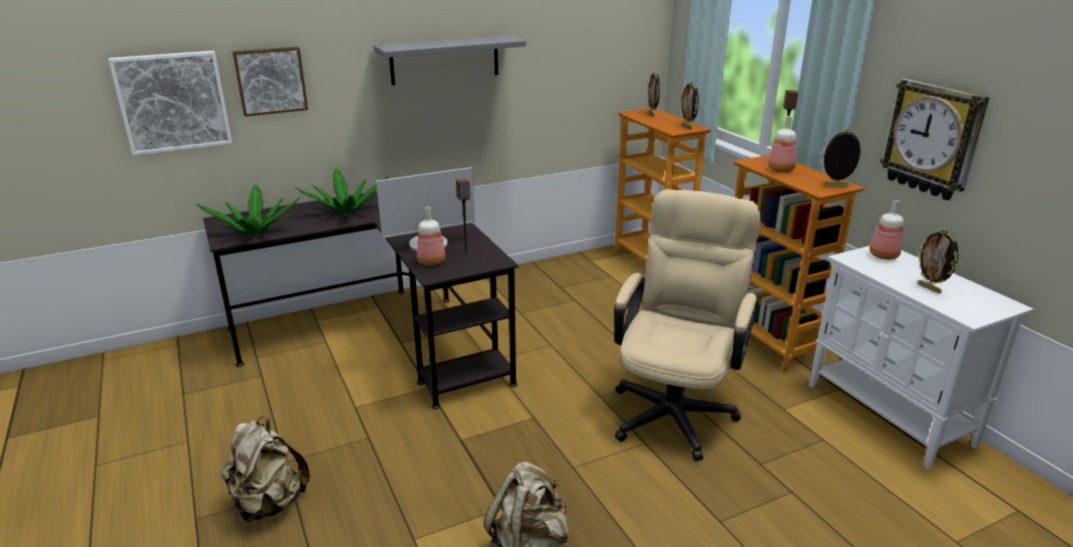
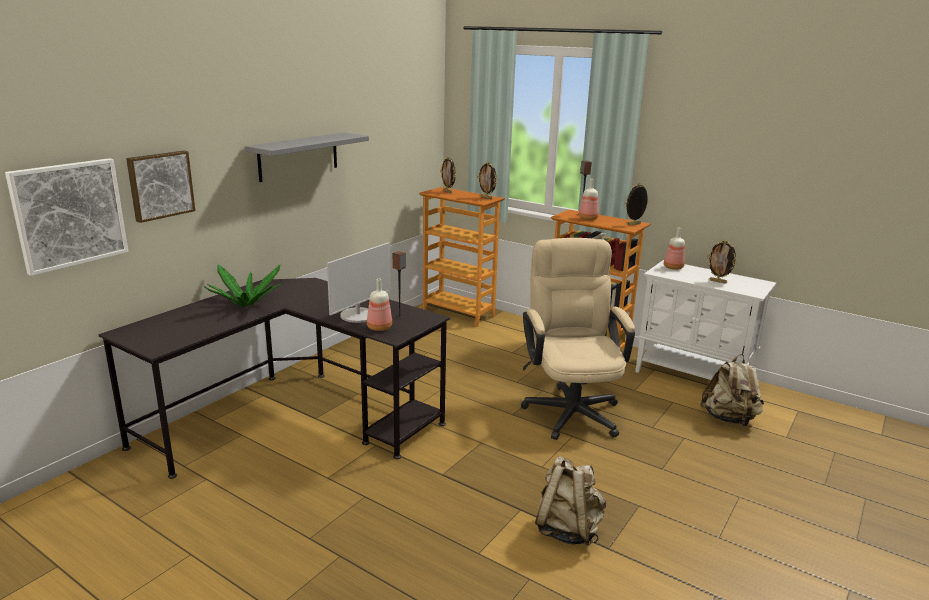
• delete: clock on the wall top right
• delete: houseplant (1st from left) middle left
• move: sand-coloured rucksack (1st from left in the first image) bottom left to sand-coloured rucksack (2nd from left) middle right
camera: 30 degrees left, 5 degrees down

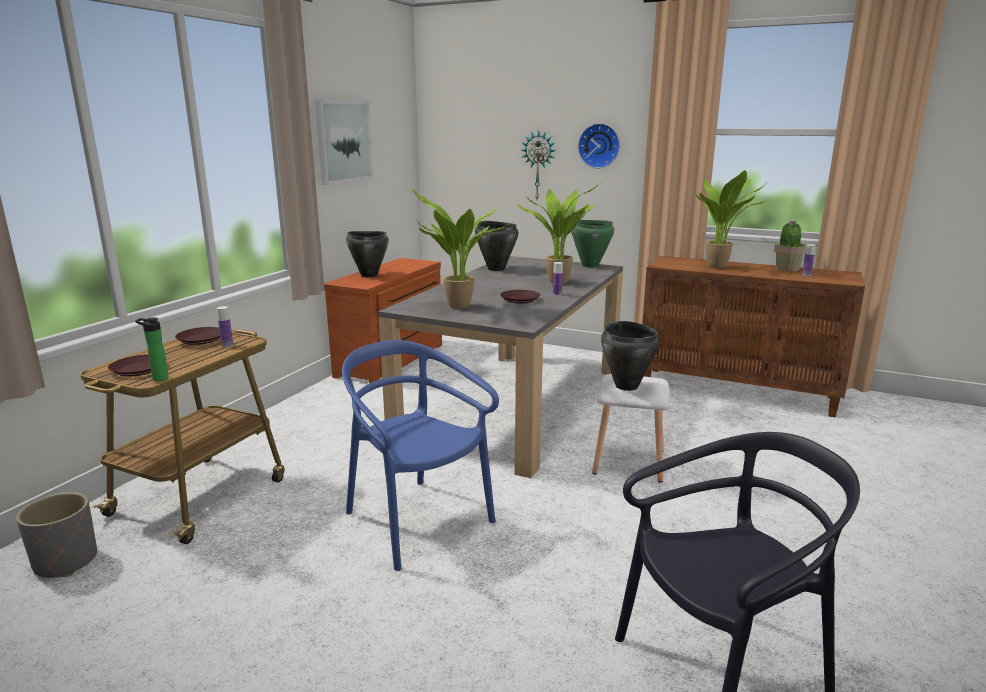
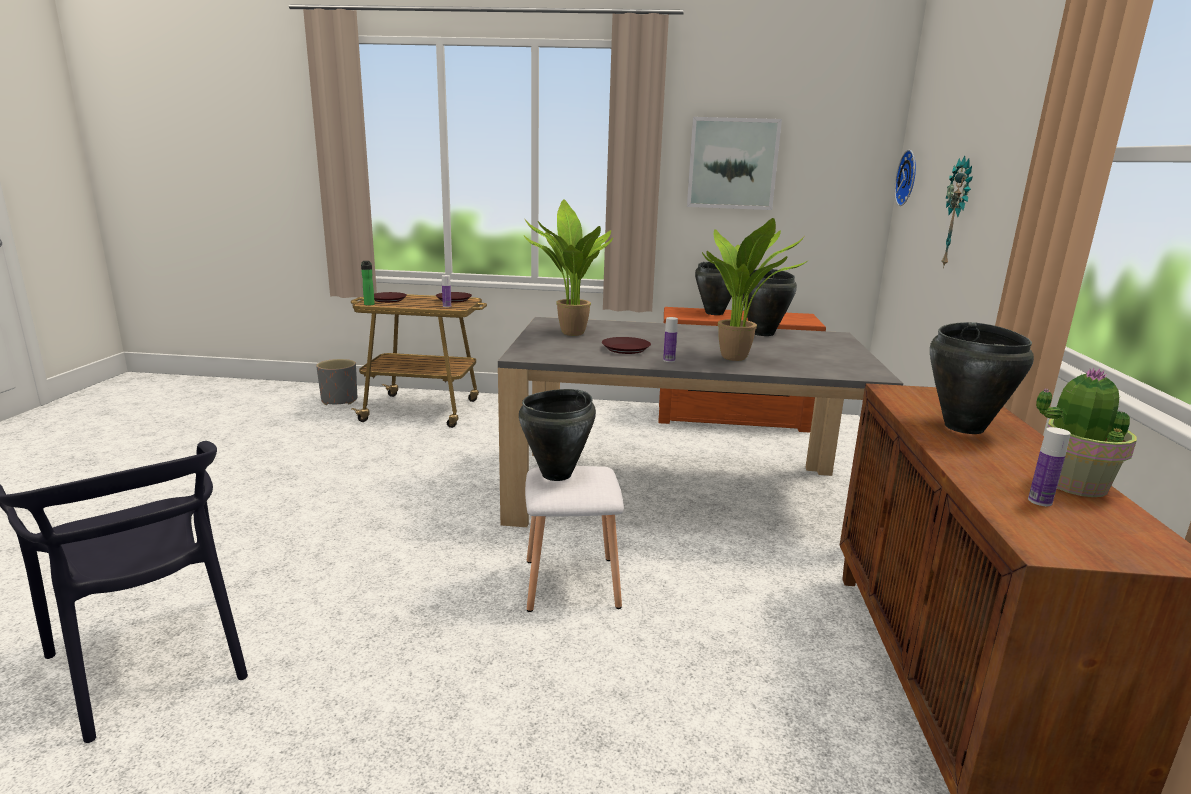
• move: clock on the wall (2nd from left in the first image) top centre to clock on the wall (1st from left) top right
• replace: houseplant (3rd from left) top right to black saucepot (4th from left) middle right
• delete: greenish saucepot centre
• delete: blue-coloured upright chair centre
camera: 70 degrees right, 0 degrees up

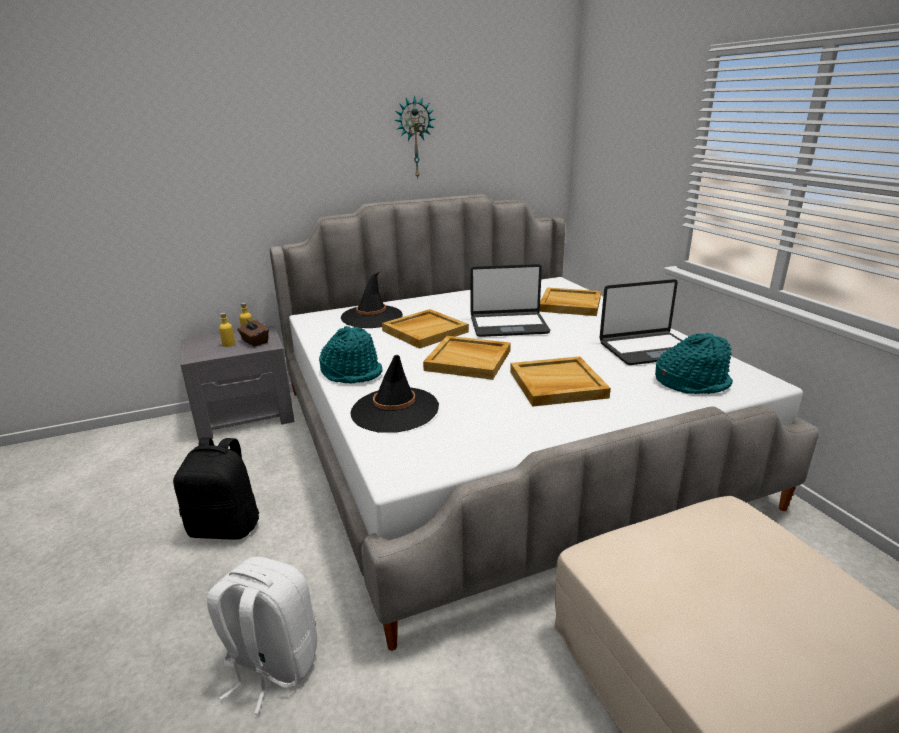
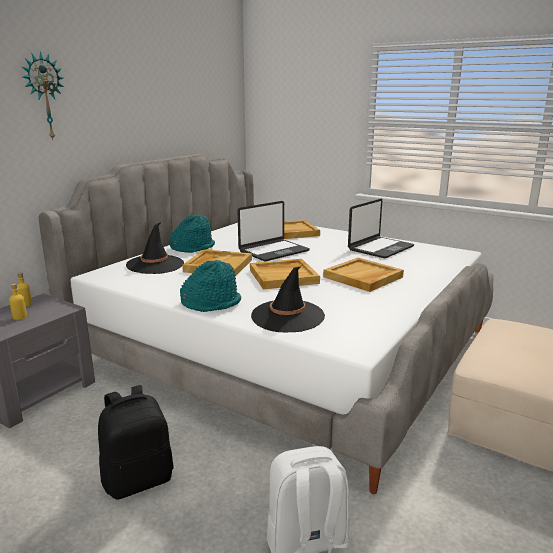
• move: clock on the wall top centre to top left
• delete: brown box of tissues middle left
• move: blue-green wearable hat (2nd from left in the first image) middle right to blue-green wearable hat (1st from left) centre
camera: 35 degrees left, 5 degrees down

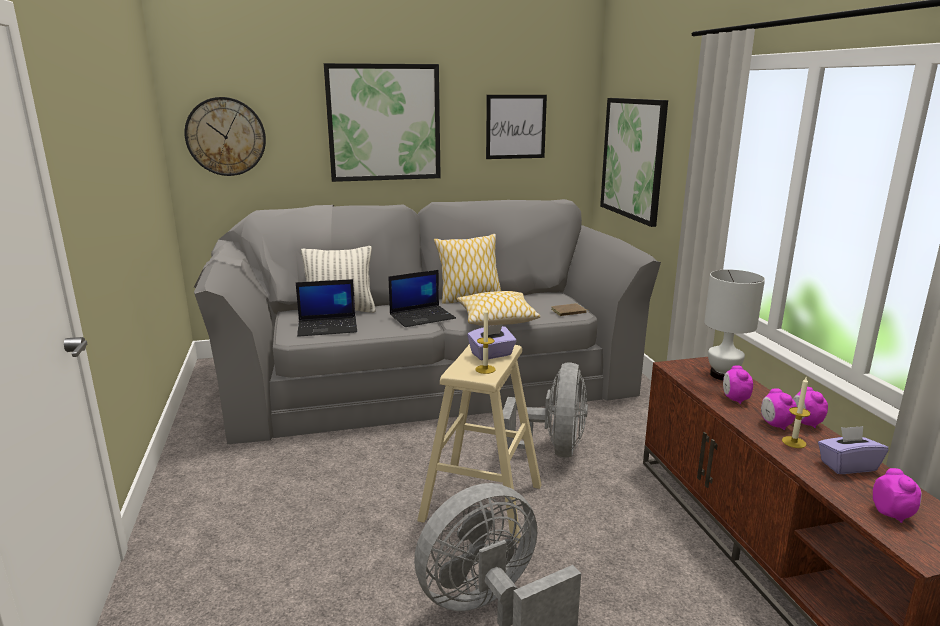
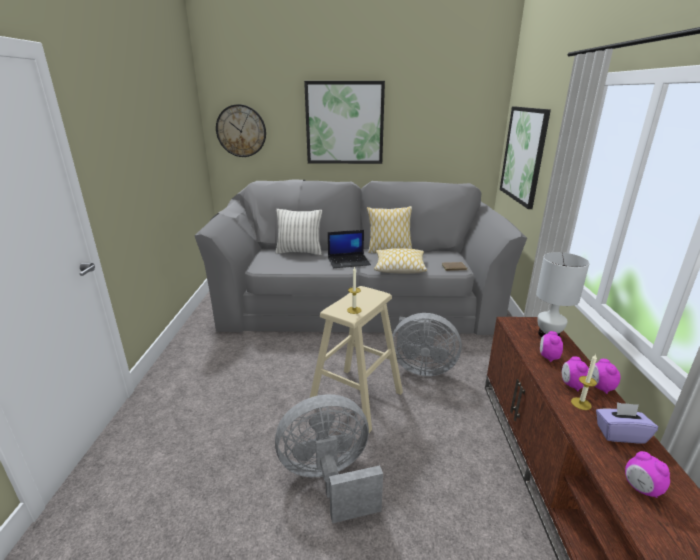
• delete: wall art (2nd from left) top centre
• delete: notebook computer (1st from left) centre
• delete: purple box of tissues (1st from left) centre
• rotate: greyish fan (2nd from left) centre = centre 75 degrees clockwise
• rotate: bedside clock (4th from left) bottom right = bottom right 135 degrees clockwise
camera: 15 degrees right, 5 degrees up

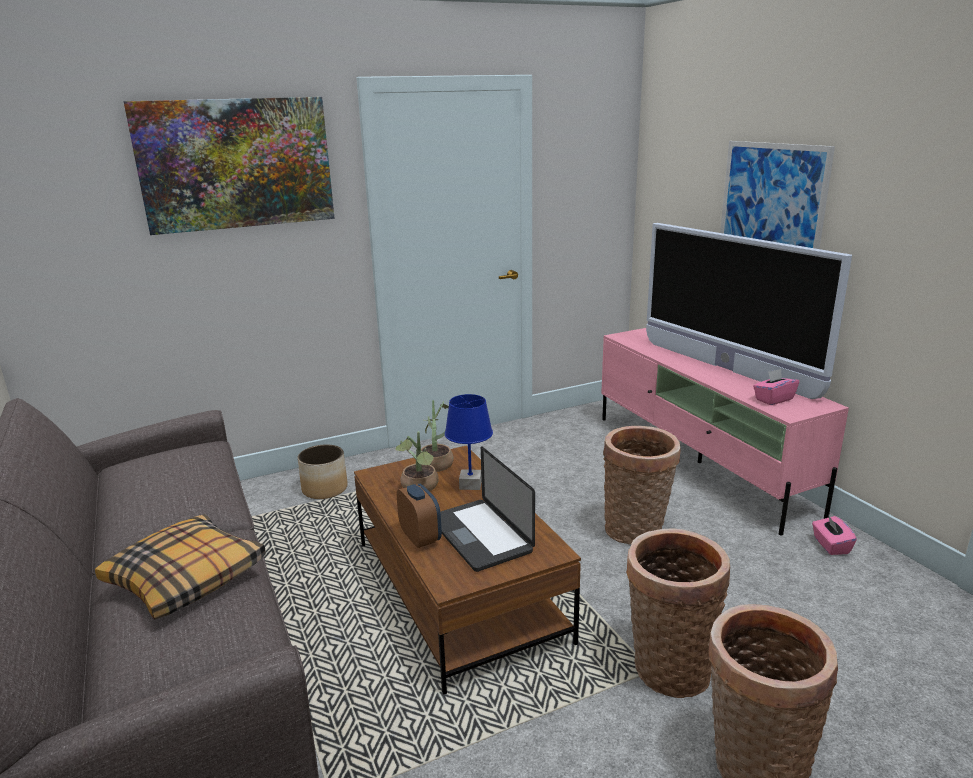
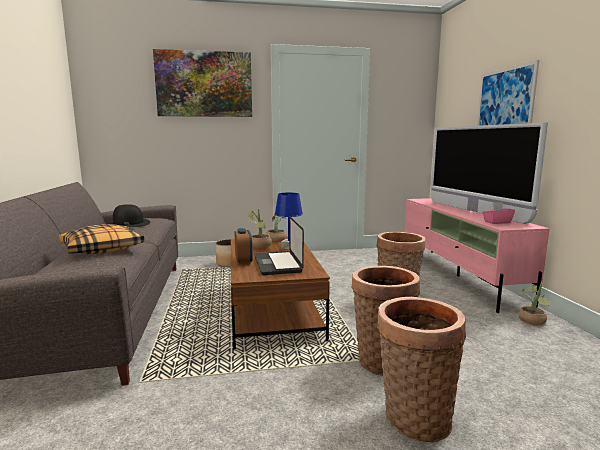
• replace: pinkish box of tissues (2nd from left) bottom right to houseplant (3rd from left) bottom right
• insert: black wearable hat middle left
camera: 15 degrees right, 10 degrees down

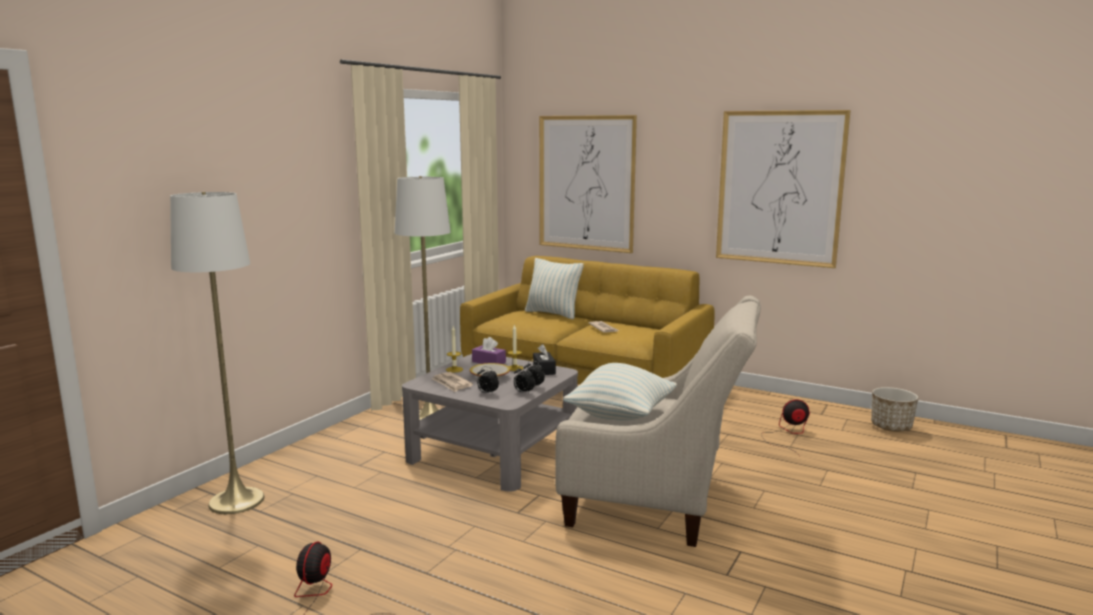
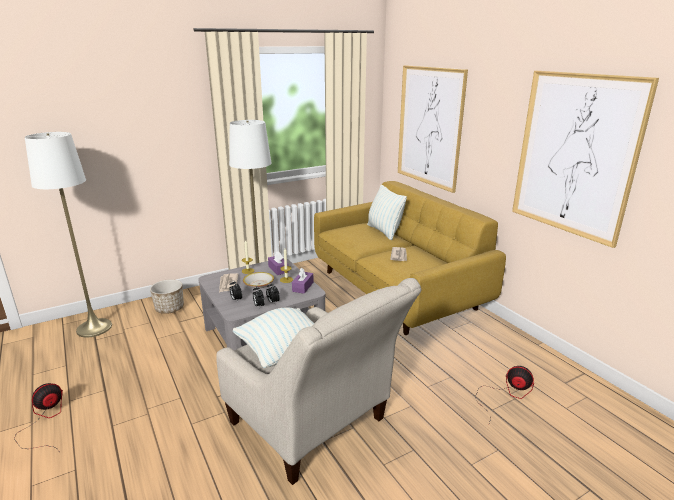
• recolor: black box of tissues centre to purple box of tissues (2nd from left) centre
• move: flower pot middle right to middle left
camera: 30 degrees right, 10 degrees up

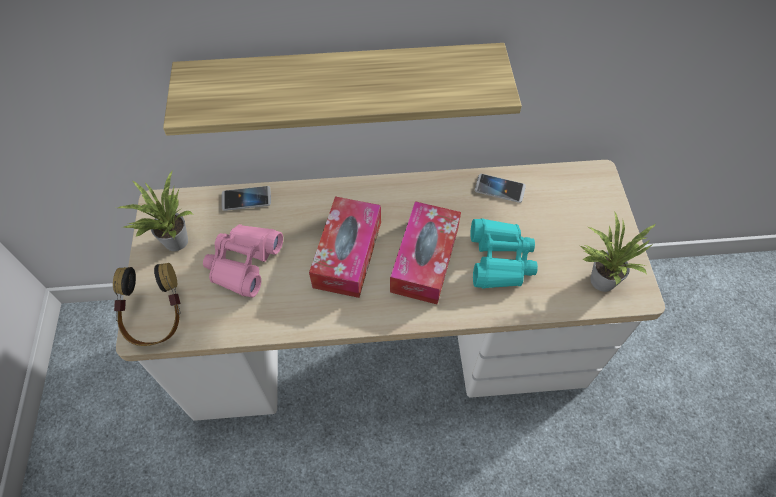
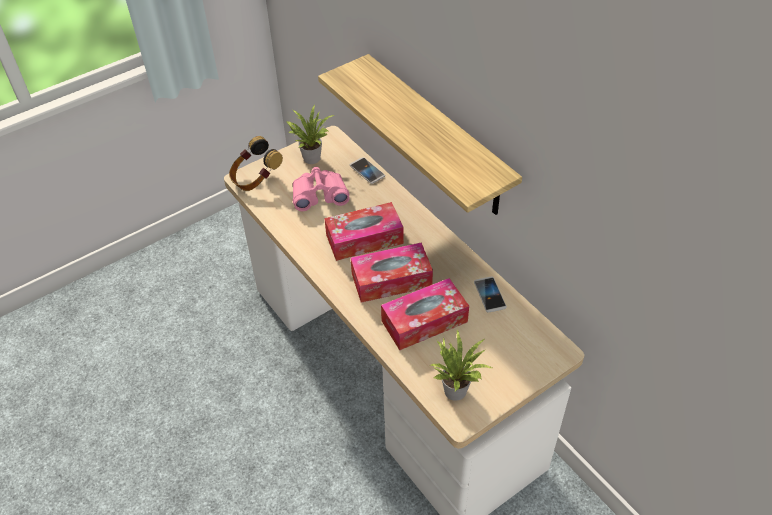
• replace: blue-green binoculars centre to box of tissues (3rd from left) centre
camera: 60 degrees right, 10 degrees down

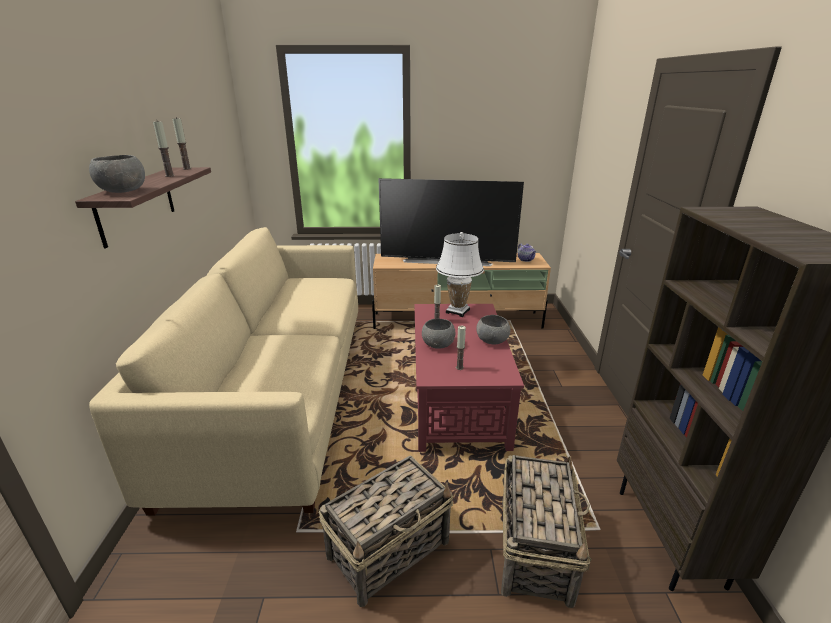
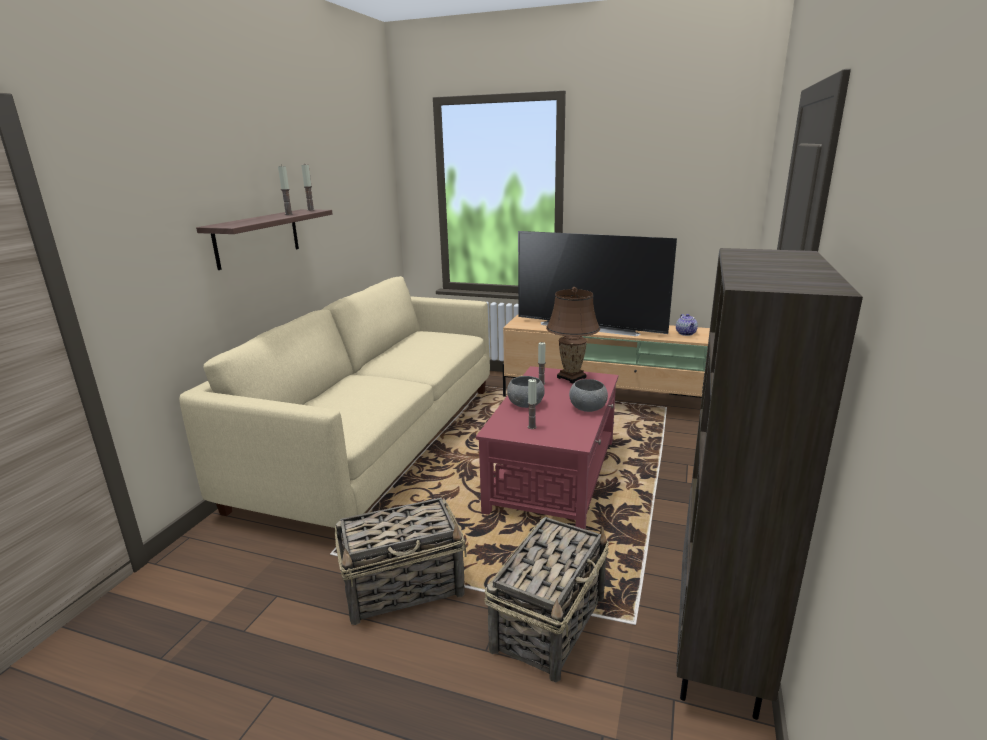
• delete: greyish serving bowl (1st from left) top left
• recolor: whitish lamp for a table centre to brown lamp for a table centre
camera: 20 degrees right, 5 degrees down

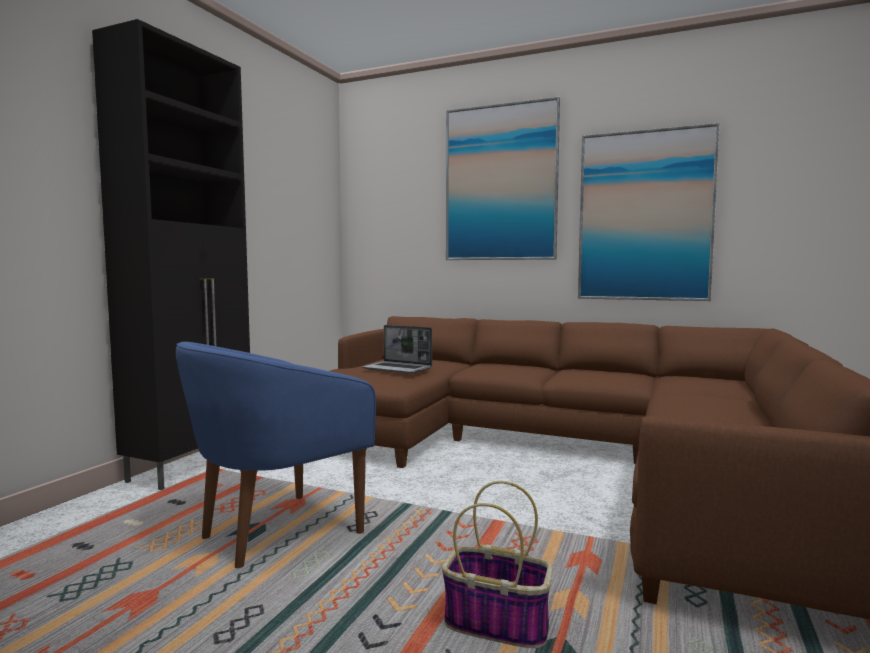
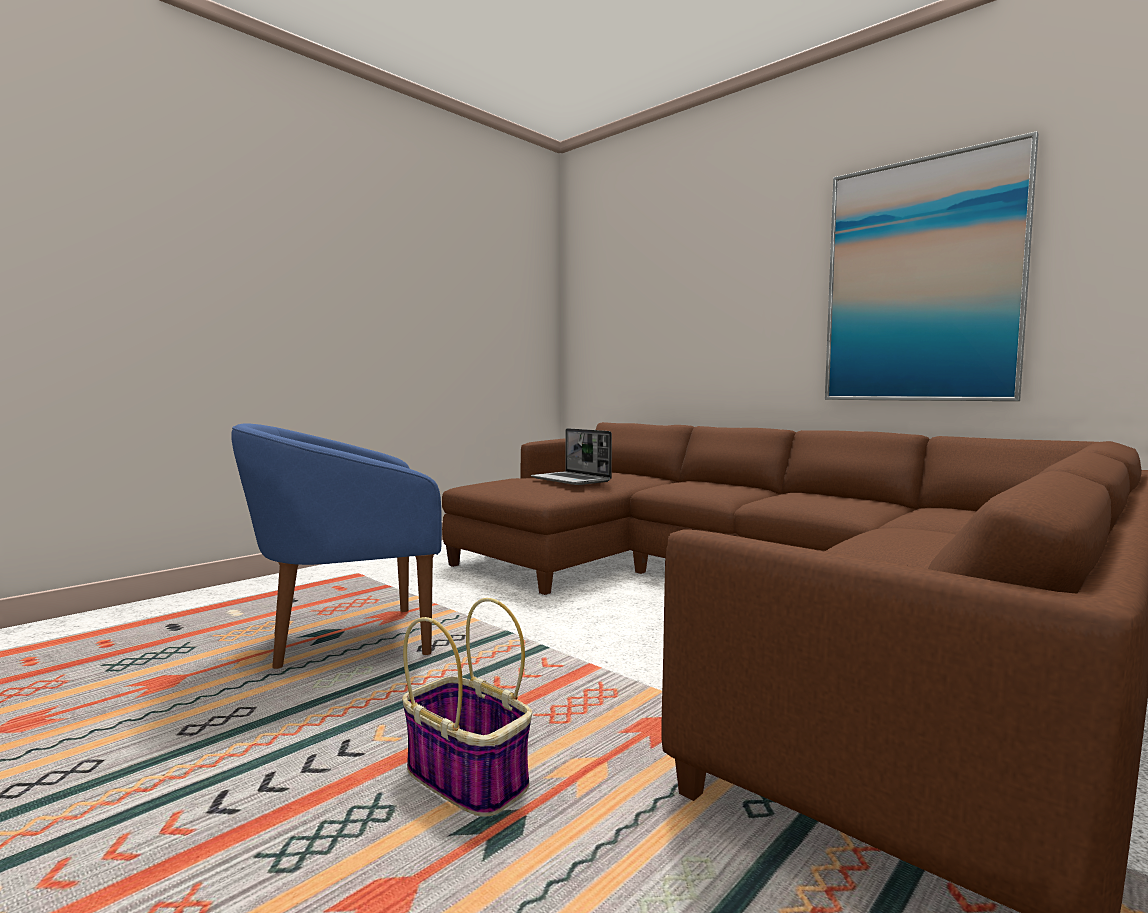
• delete: black cupboard middle left
• delete: wall art (1st from left) top centre
camera: 20 degrees right, 0 degrees up

